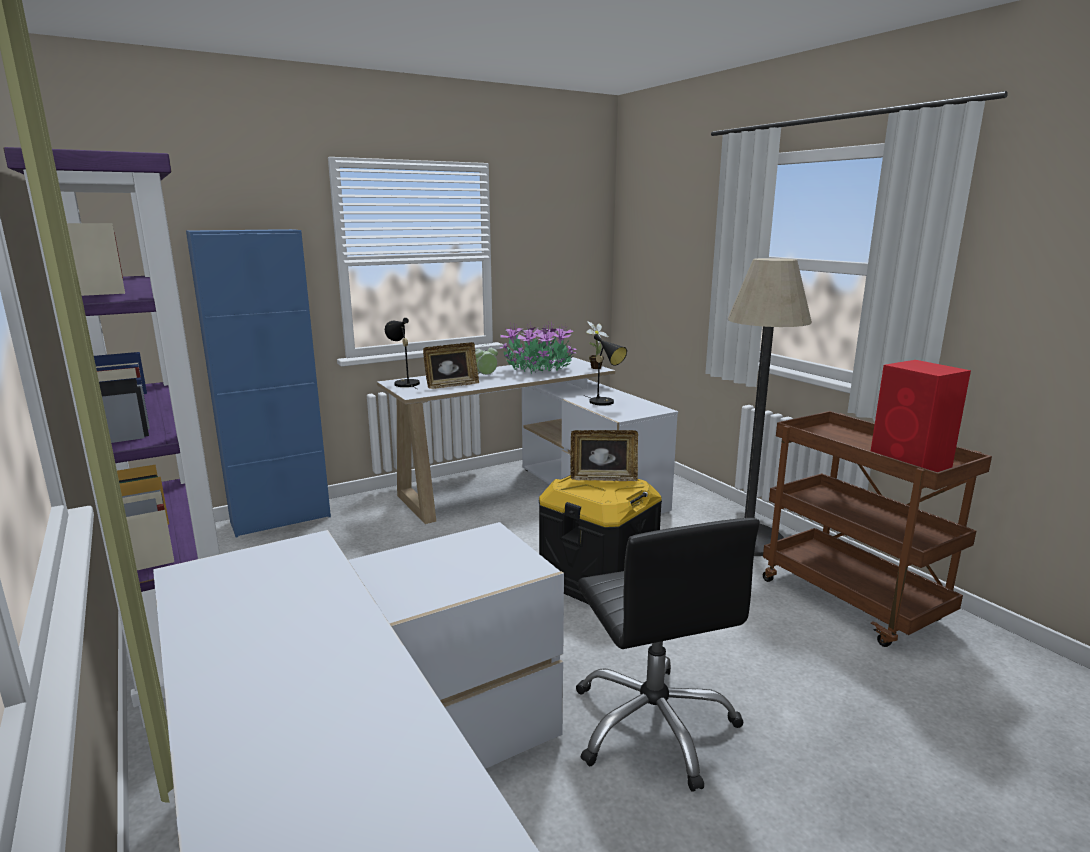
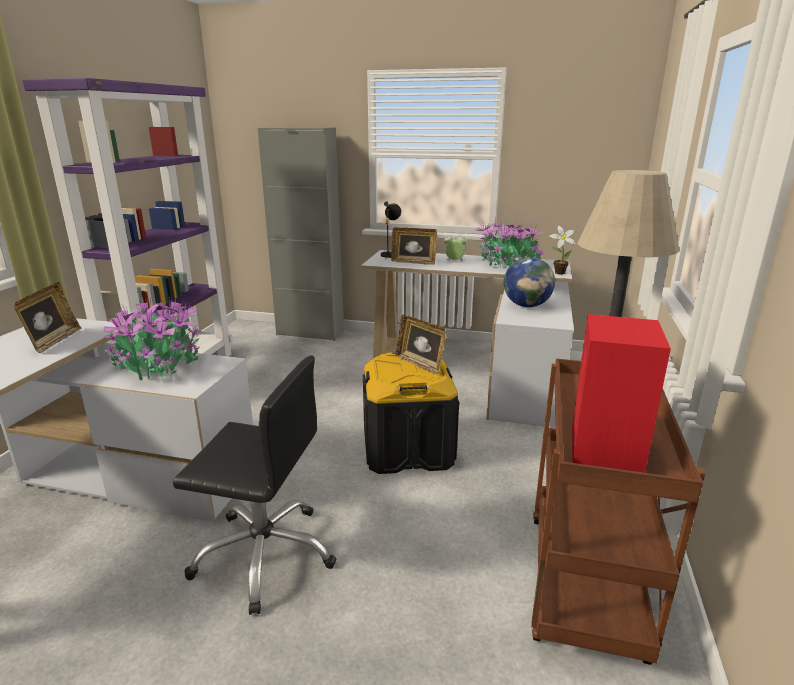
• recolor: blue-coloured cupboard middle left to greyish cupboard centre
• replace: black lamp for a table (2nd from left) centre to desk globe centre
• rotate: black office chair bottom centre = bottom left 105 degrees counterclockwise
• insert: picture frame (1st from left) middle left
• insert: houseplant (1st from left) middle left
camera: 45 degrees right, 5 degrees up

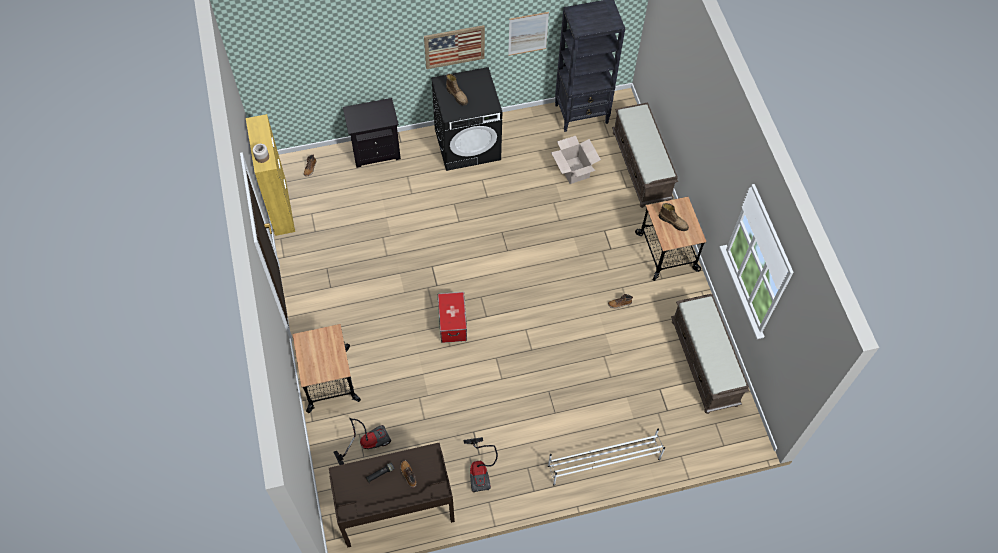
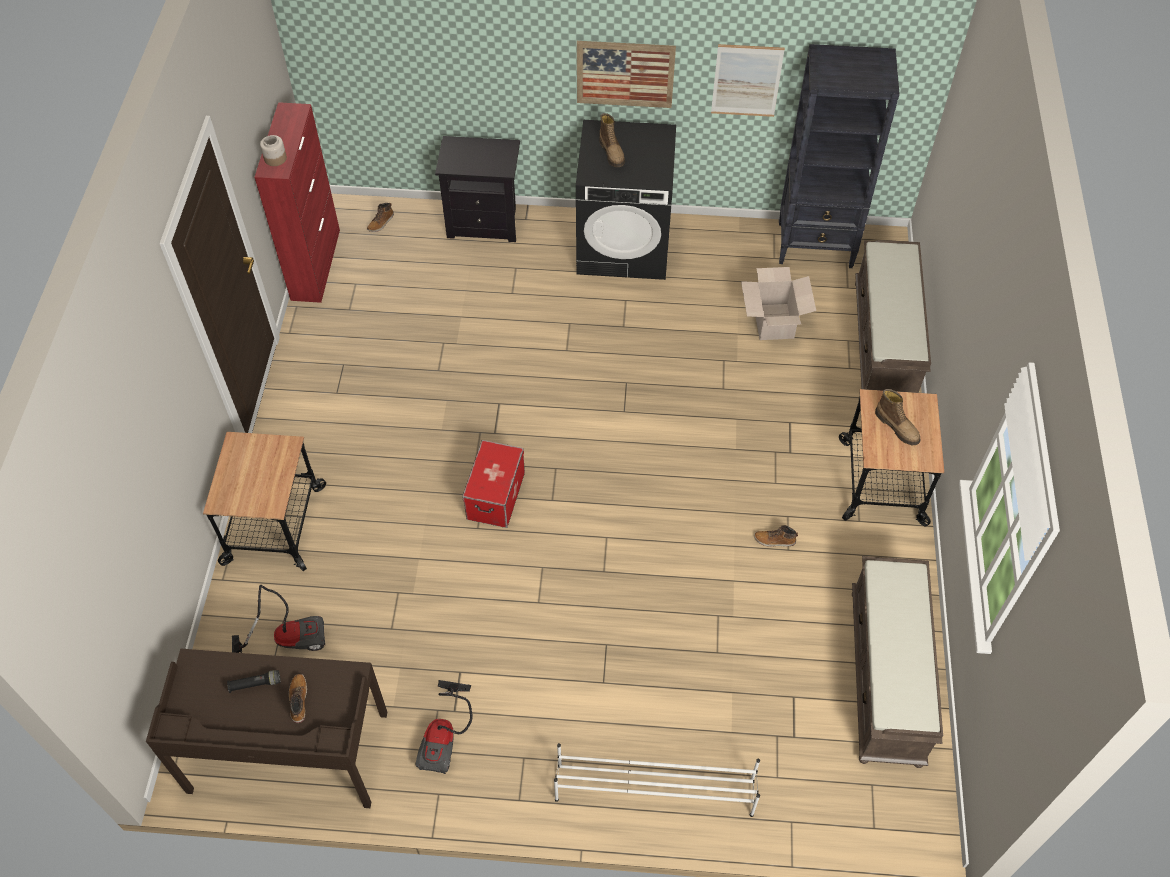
• recolor: yellow cupboard top left to reddish cupboard top left
camera: 20 degrees right, 5 degrees down

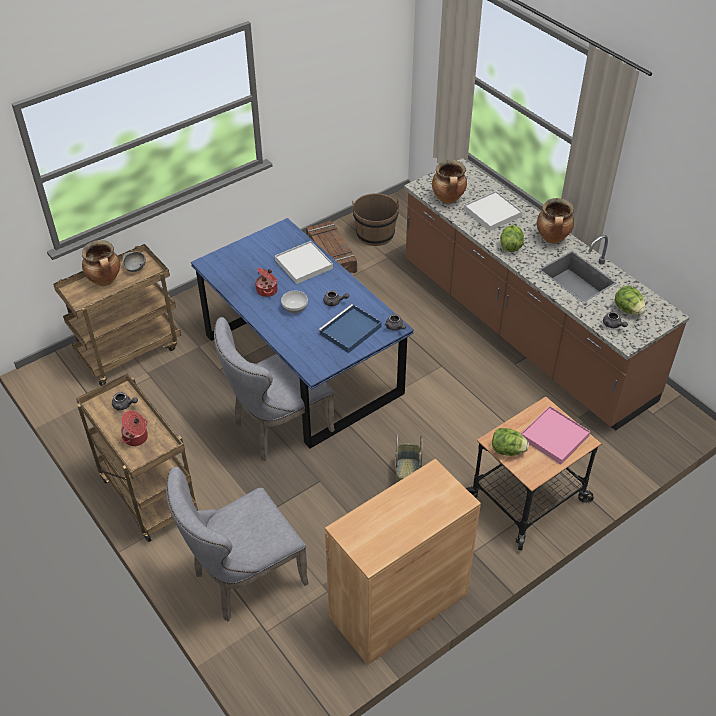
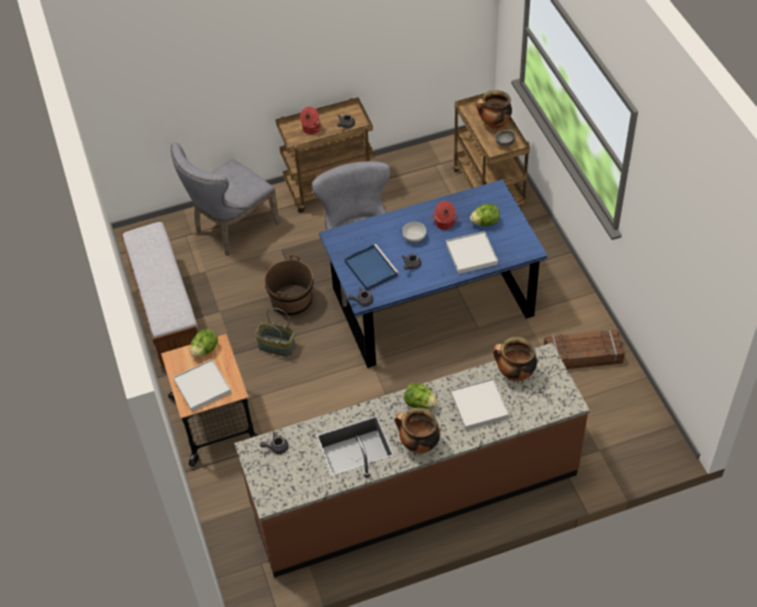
• move: brown bucket top centre to centre
• move: lettuce head (3rd from left) middle right to centre
• recolor: pinkish serving tray middle right to whitish serving tray (1st from left) middle left
• replace: brown cupboard bottom centre to long seat middle left
• rotate: greyish upright chair (1st from left) bottom left = top left 120 degrees counterclockwise
camera: 110 degrees right, 5 degrees up

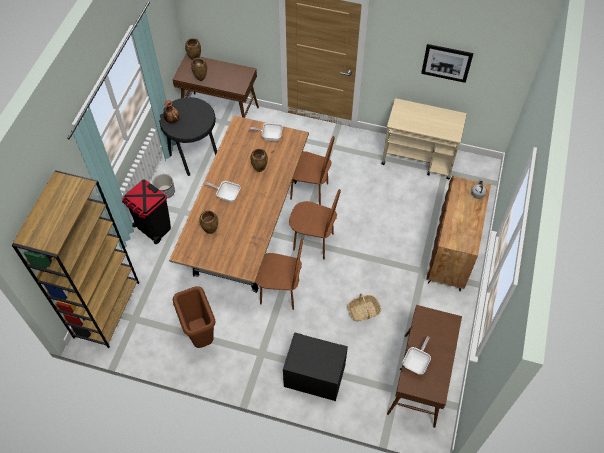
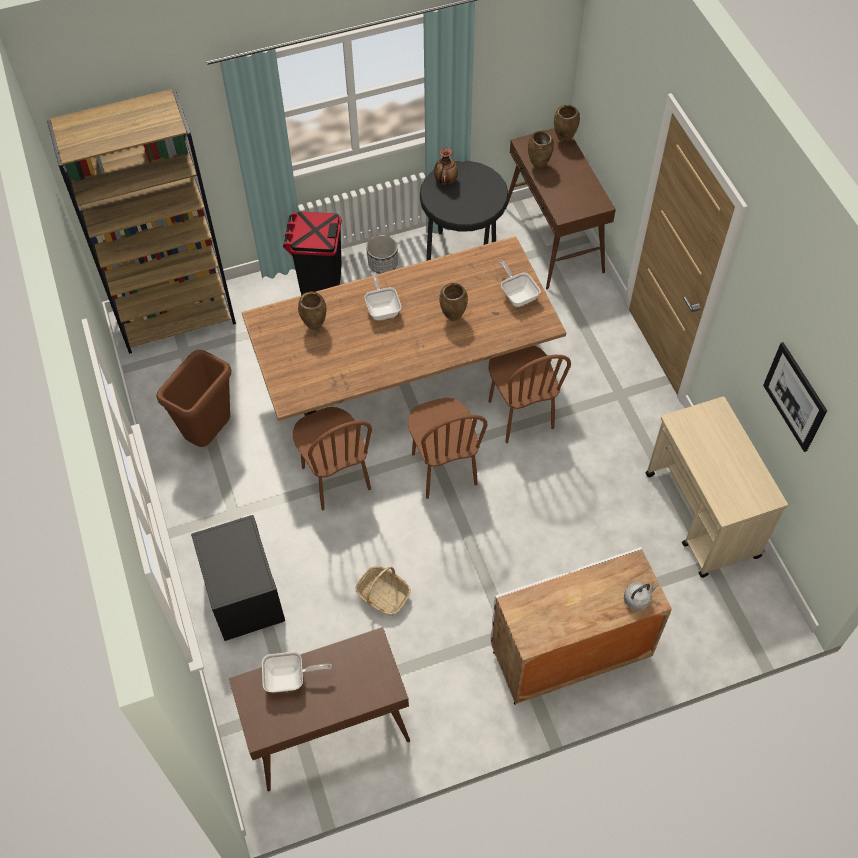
• recolor: brown cupboard middle right to whitish cupboard bottom right
camera: 55 degrees right, 0 degrees up

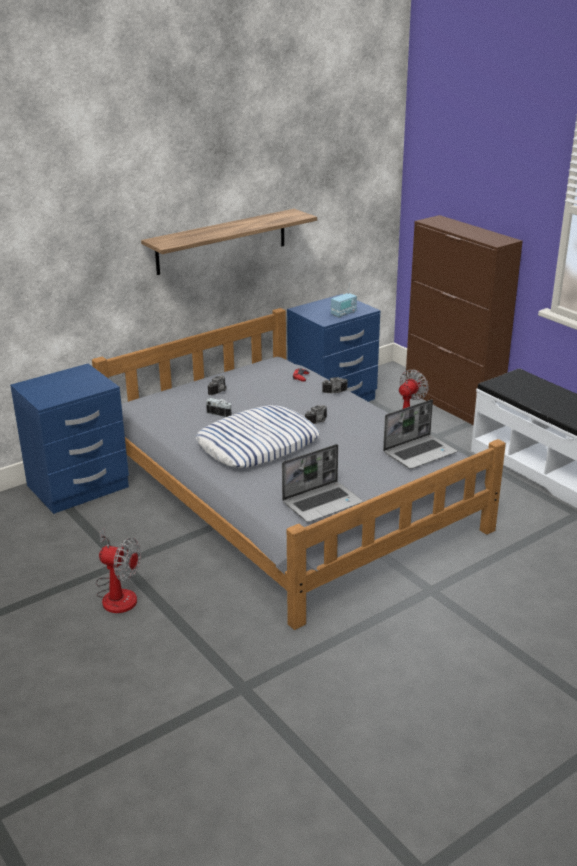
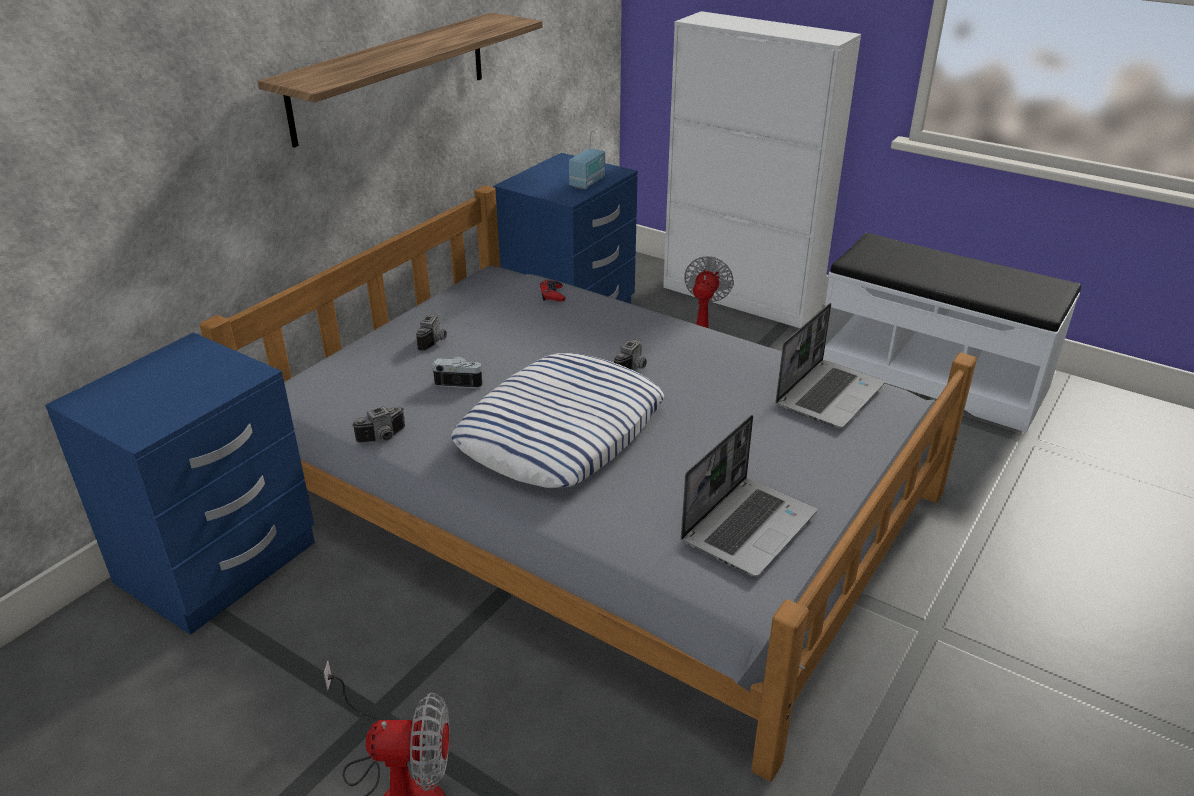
• recolor: brown cupboard middle right to whitish cupboard top centre
• move: still camera (4th from left in the first image) centre to still camera (1st from left) middle left
camera: 20 degrees left, 5 degrees up

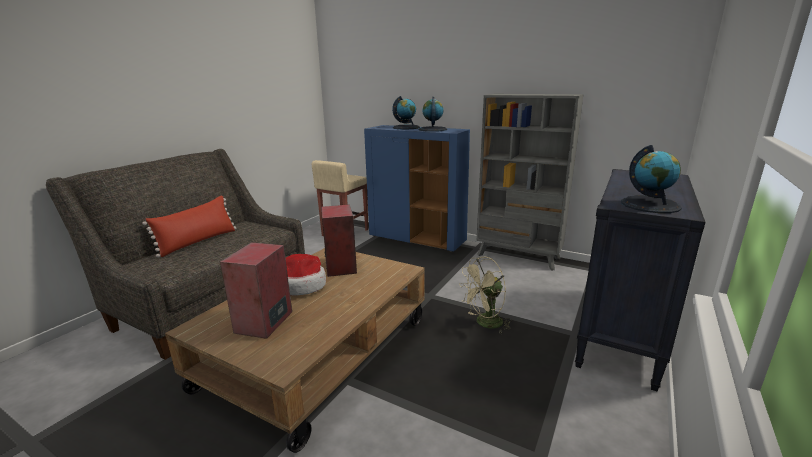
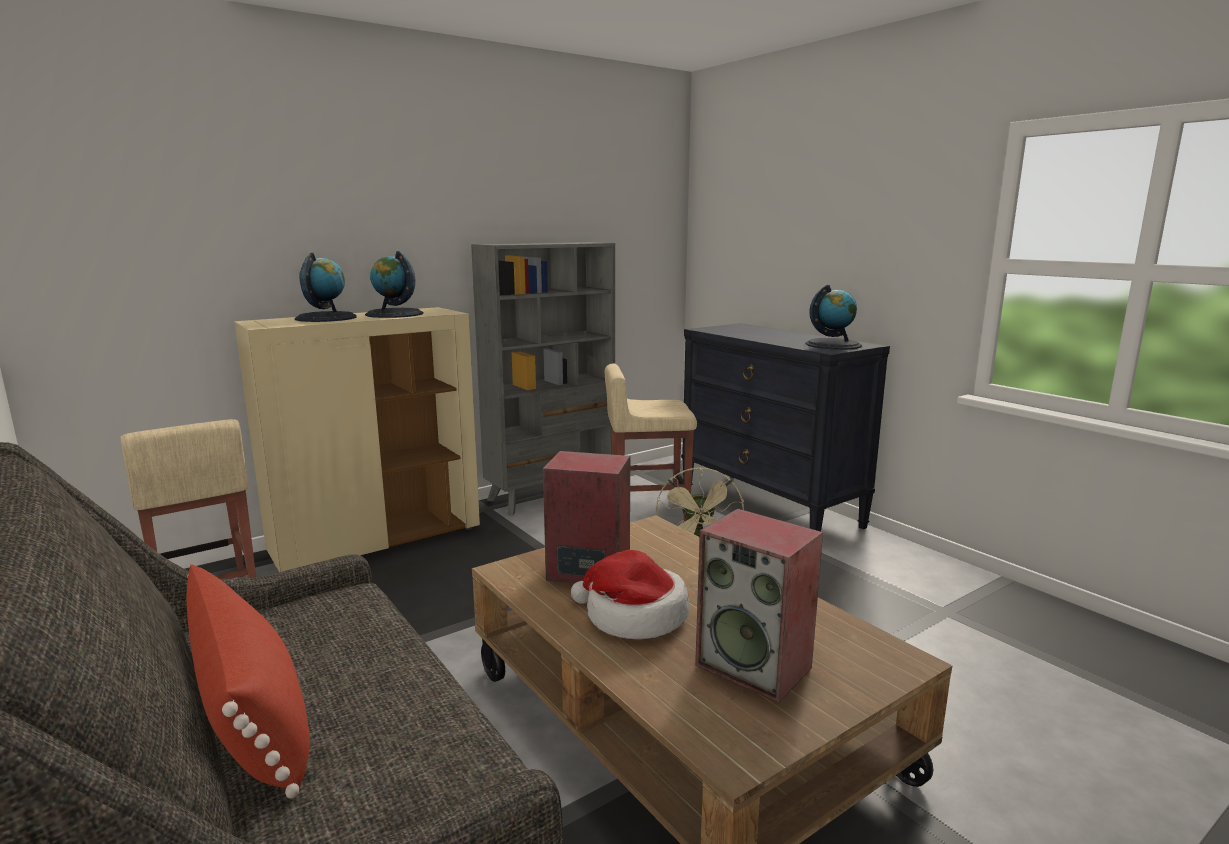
• recolor: blue-coloured cupboard centre to sand-coloured cupboard middle left
• insert: sand-coloured stool seat (2nd from left) centre
camera: 65 degrees left, 5 degrees down

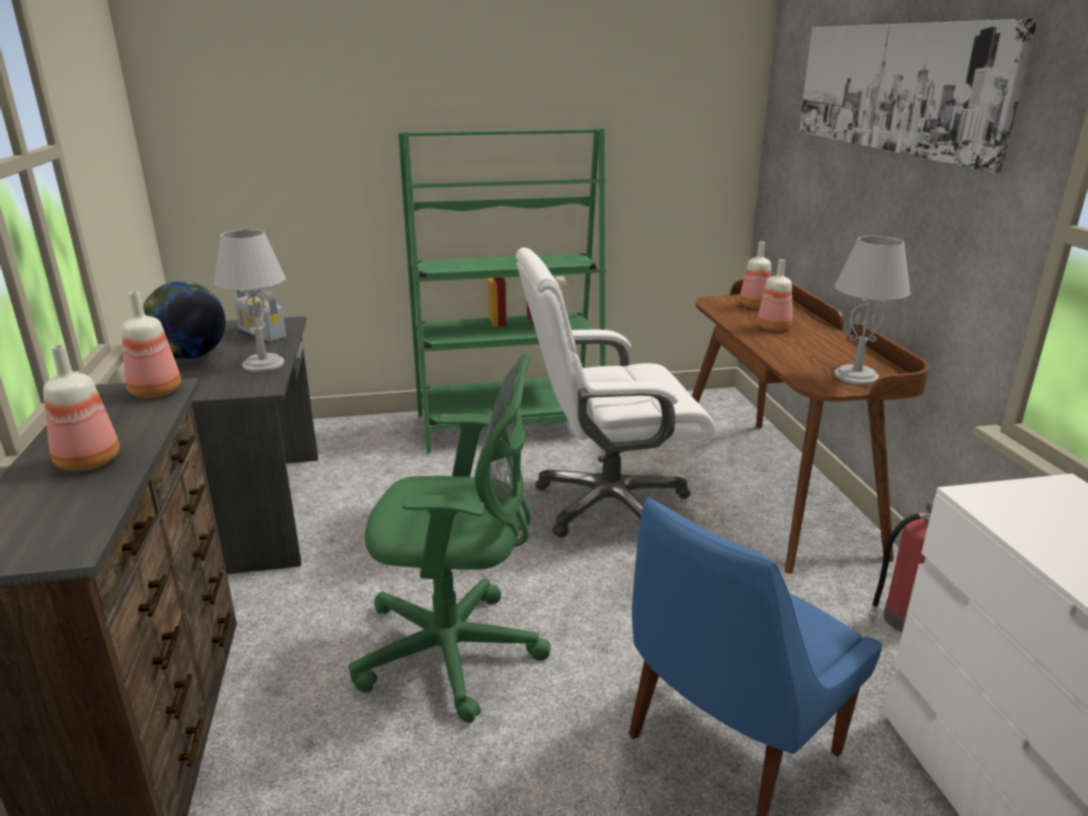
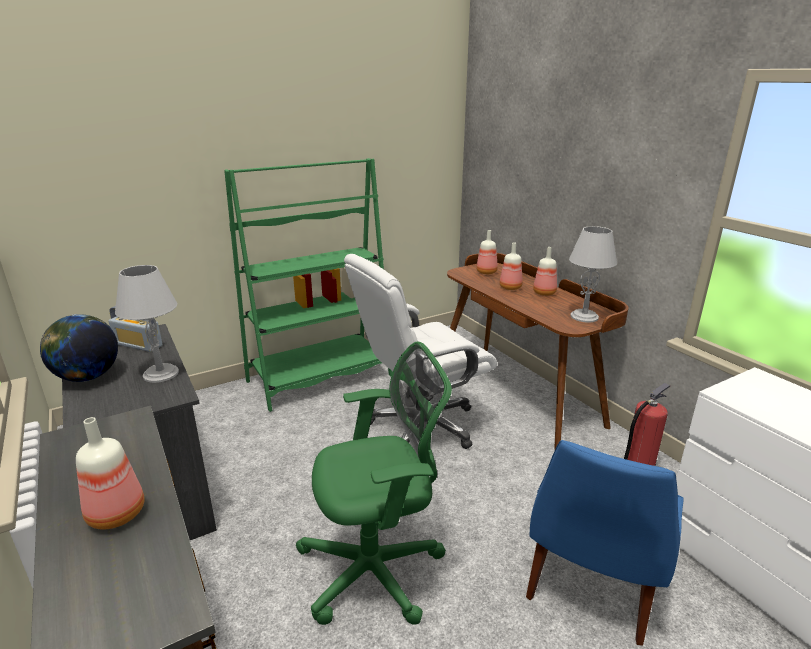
• delete: wall art top right
• move: beverage bottle (2nd from left in the first image) middle left to beverage bottle (4th from left) middle right
camera: 20 degrees left, 0 degrees up

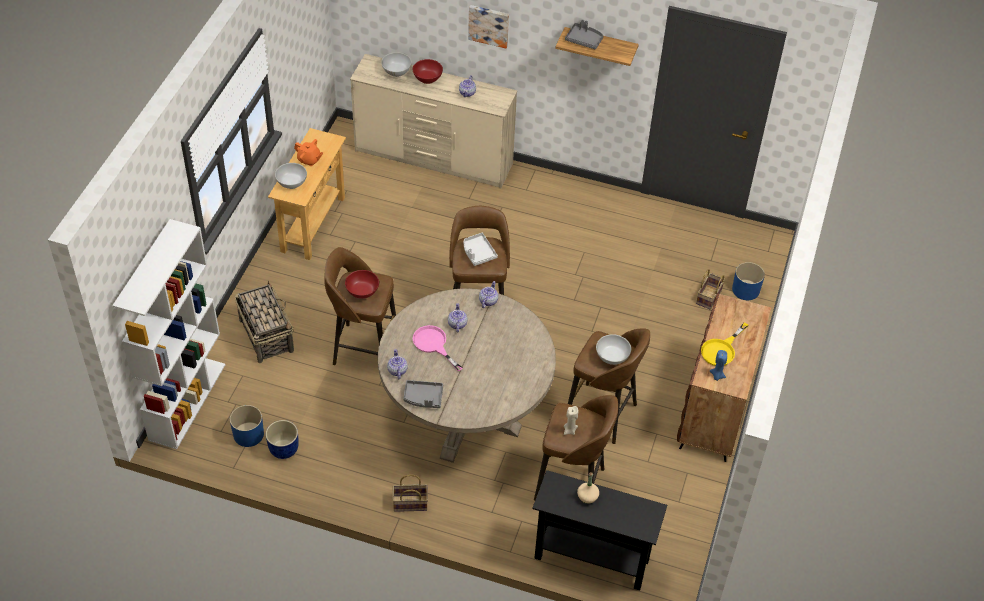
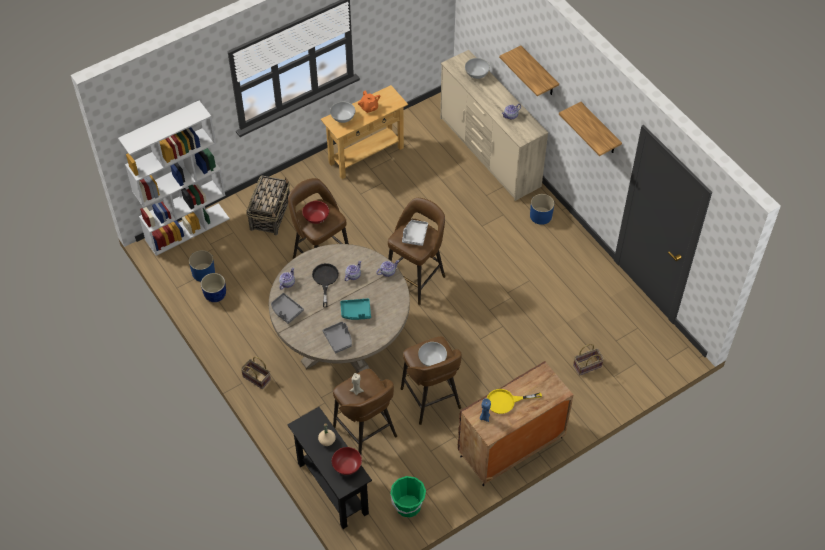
• replace: wall art top centre to shelf (1st from left) top centre
• move: greyish serving tray (3rd from left in the first image) top centre to greyish serving tray (2nd from left) centre
• move: reddish serving bowl (2nd from left) top centre to bottom centre
• move: blue-coloured flower pot (3rd from left) middle right to centre
• recolor: pinkish pan centre to black pan centre
• insert: blue-green serving tray centre
• insert: greenish bucket bottom centre
camera: 40 degrees right, 5 degrees up

